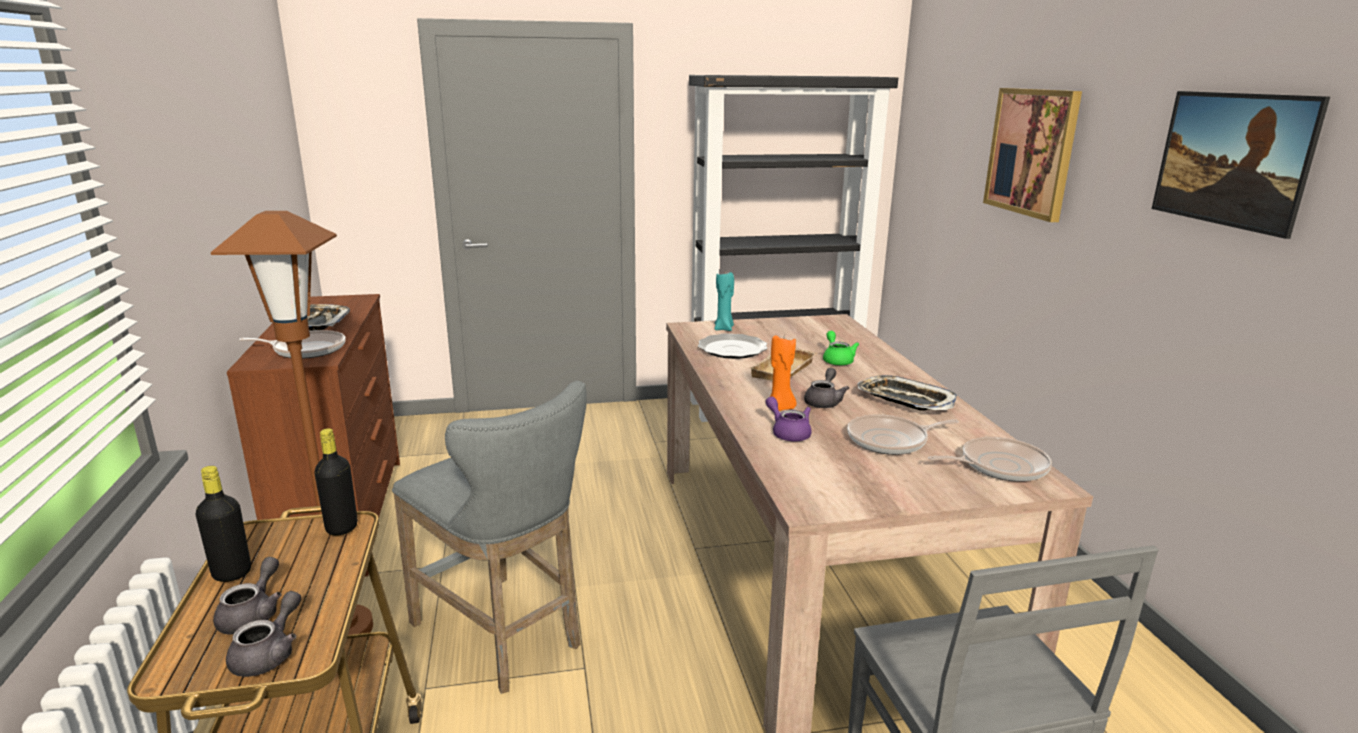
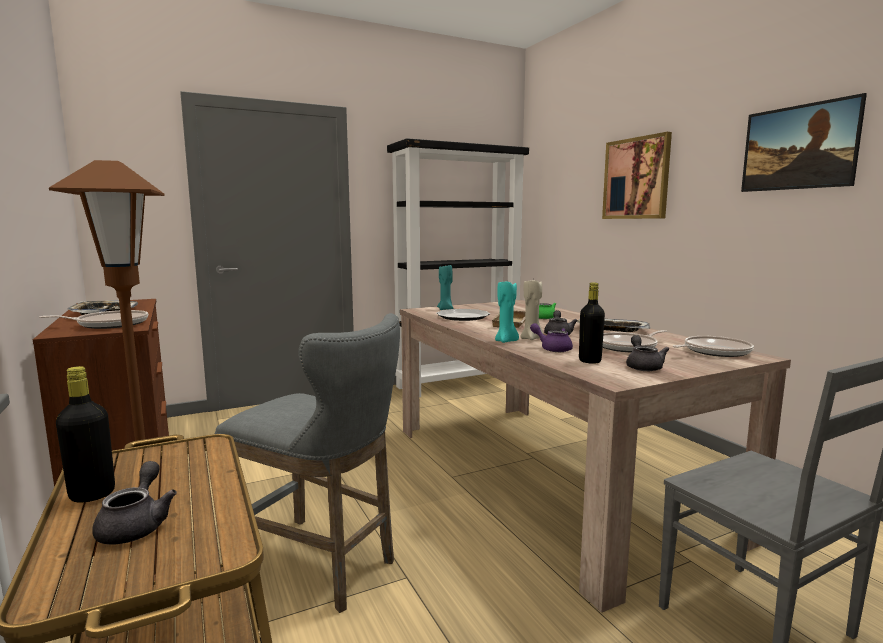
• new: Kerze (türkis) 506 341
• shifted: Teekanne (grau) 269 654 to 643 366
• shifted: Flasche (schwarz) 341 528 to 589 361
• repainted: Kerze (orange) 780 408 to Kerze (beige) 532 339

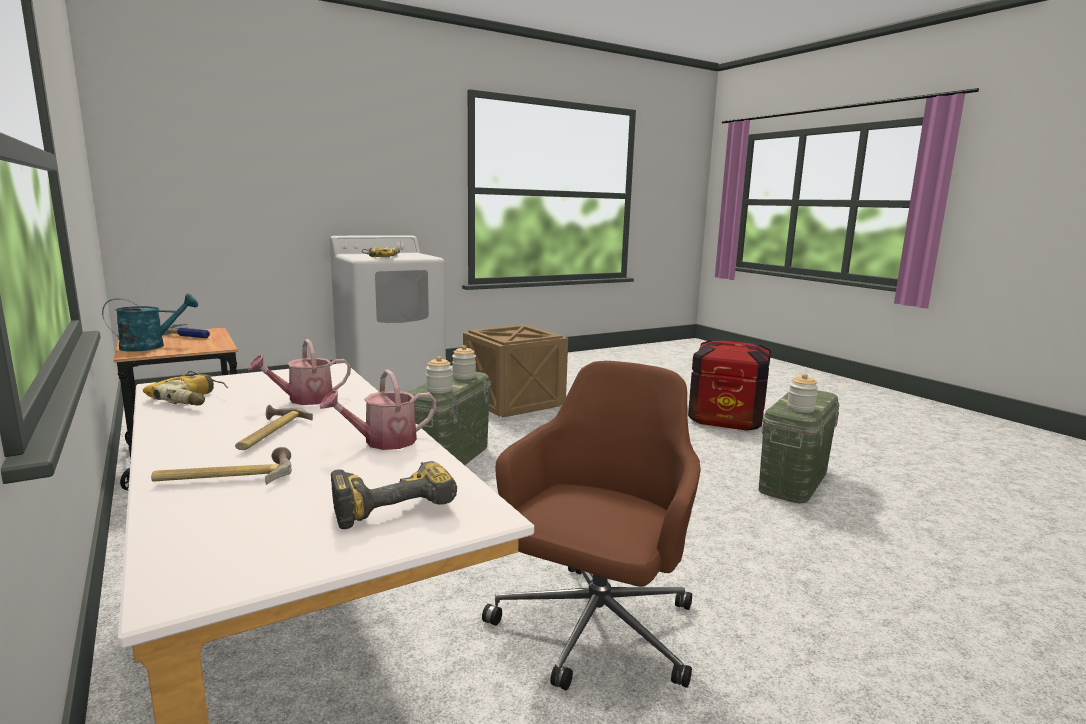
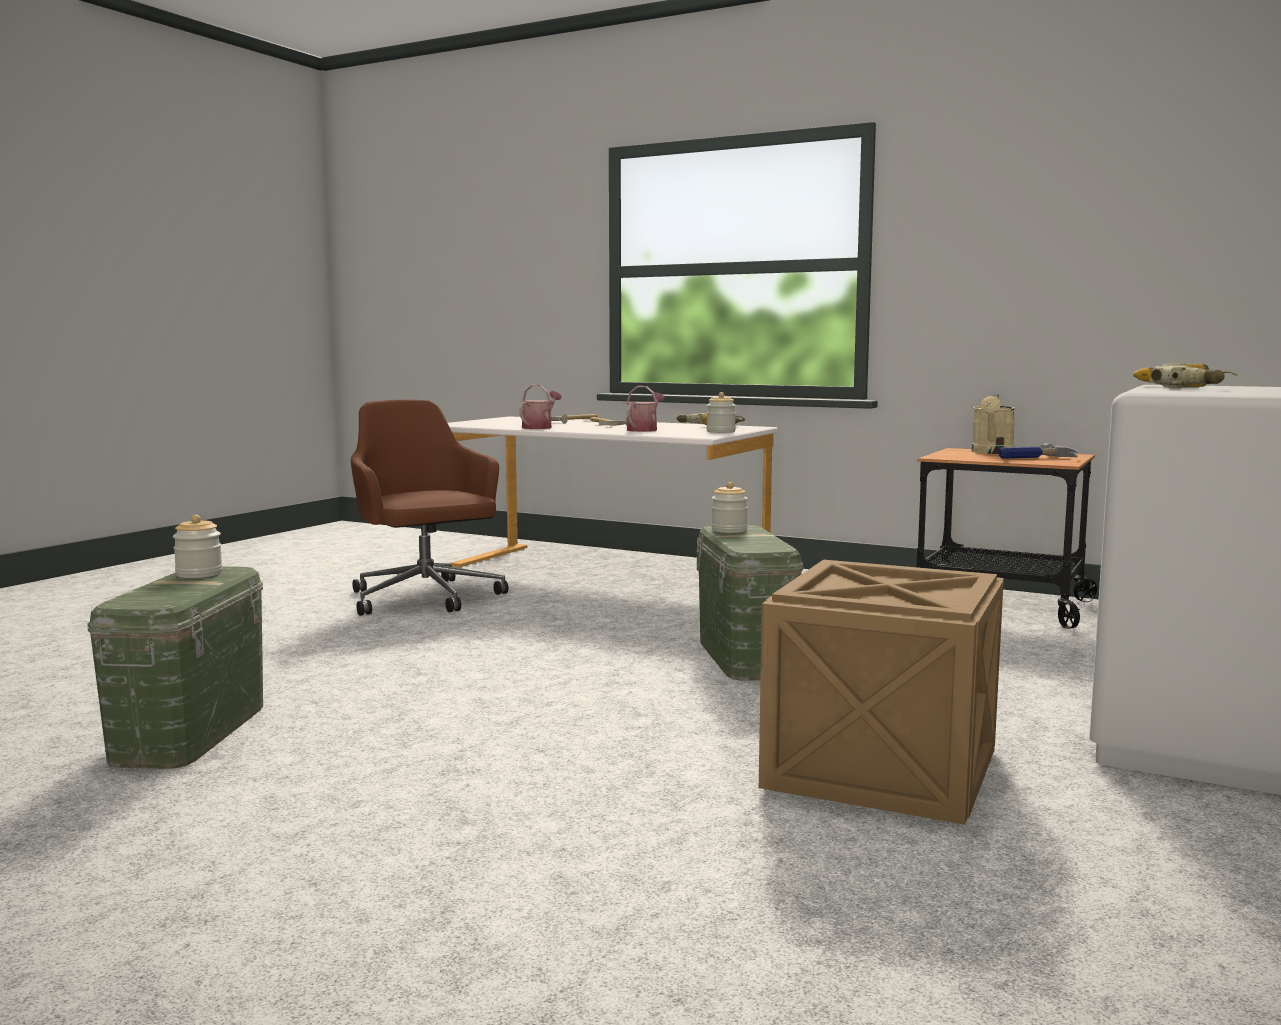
• gone: Bohrmaschine 392 503
• gone: Kiste 726 418
• shifted: Vorratsglas 464 376 to 720 432
• repainted: Gießkanne (türkis) 151 346 to Gießkanne (beige) 992 452
• rotated: Bürostuhl (braun) 594 630 = 425 598 150 degrees clockwise

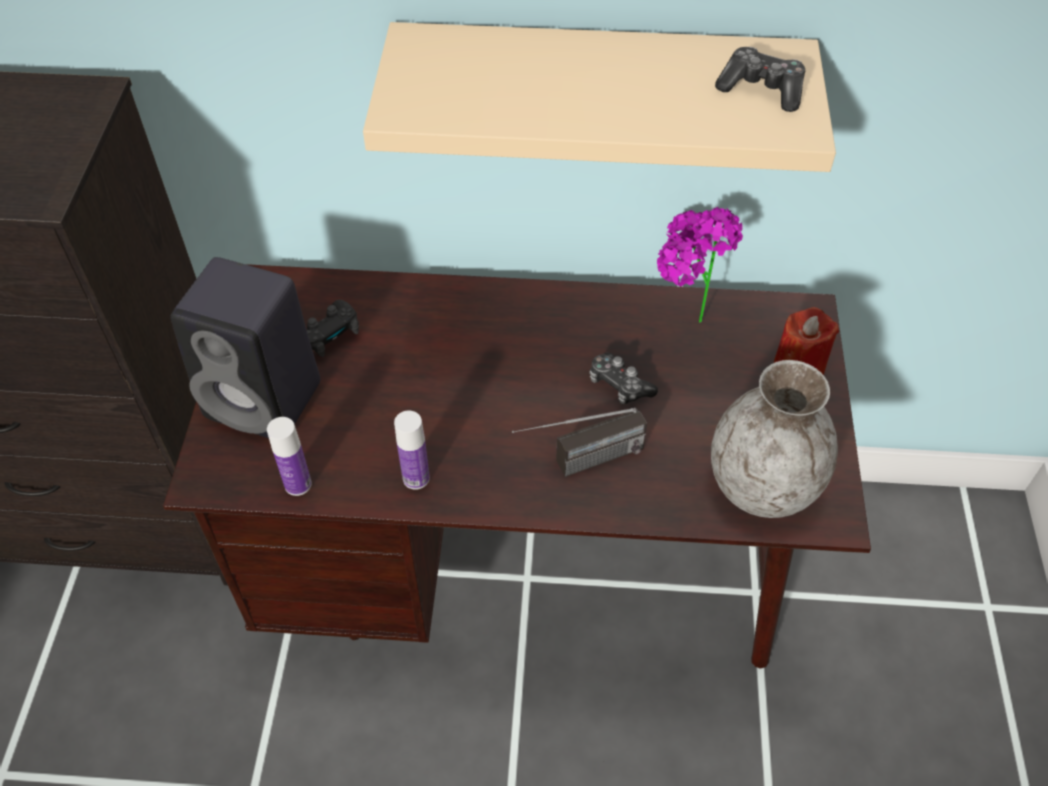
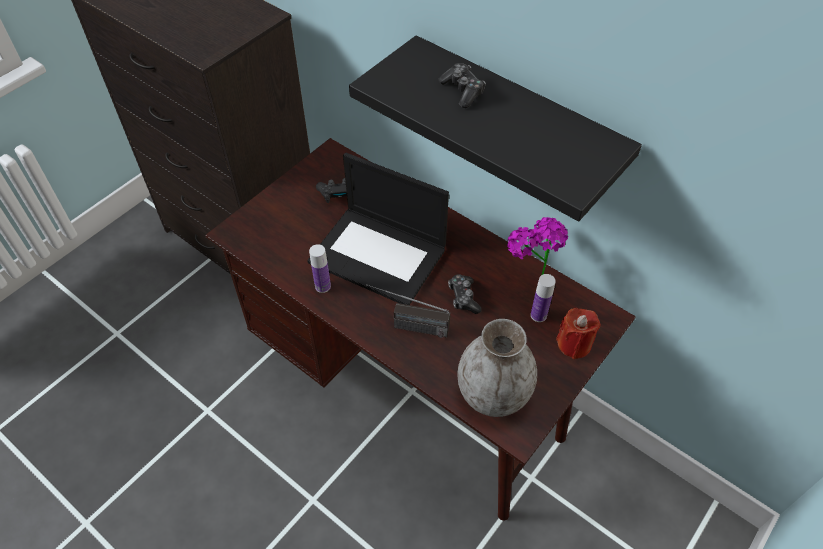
• gone: Lautsprecher (schwarz) 267 400
• new: Laptop 379 255
• shifted: Flasche 298 484 to 538 315
• shifted: Gamepad 761 89 to 463 91
• repainted: Wandregal (beige) 598 88 to Wandregal (schwarz) 516 119

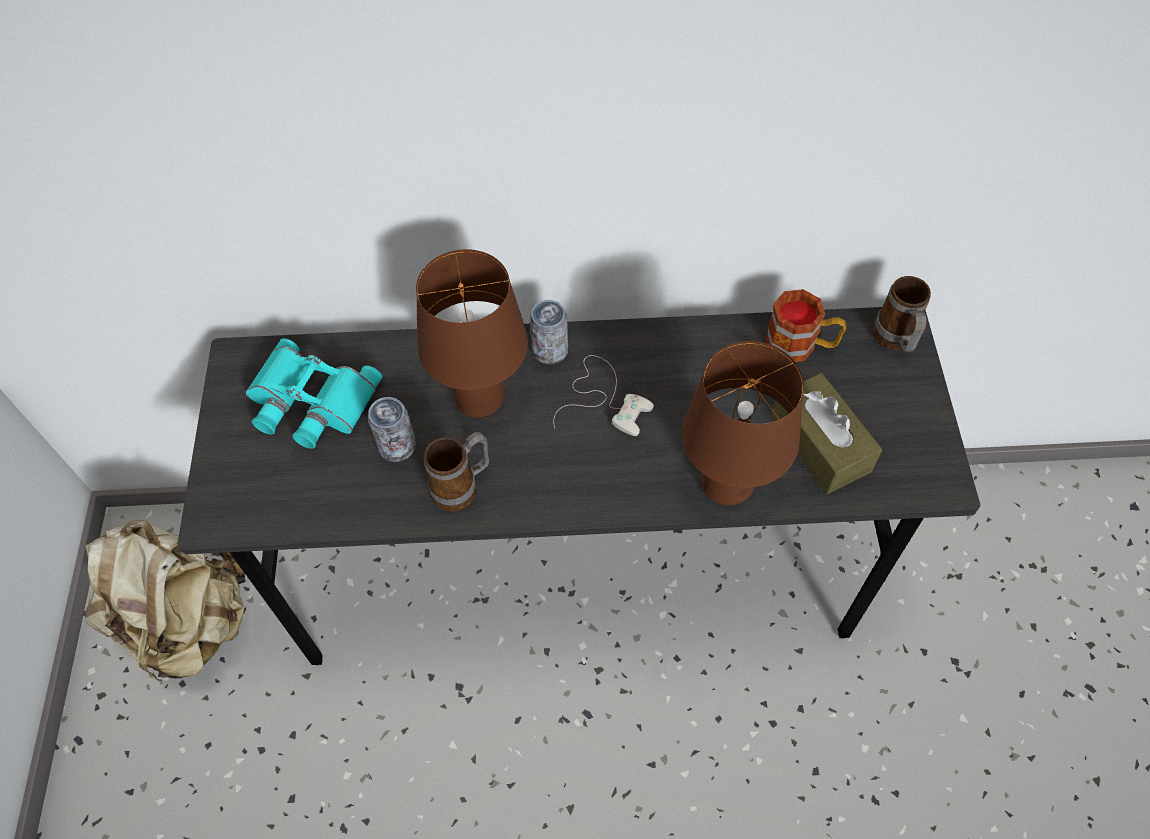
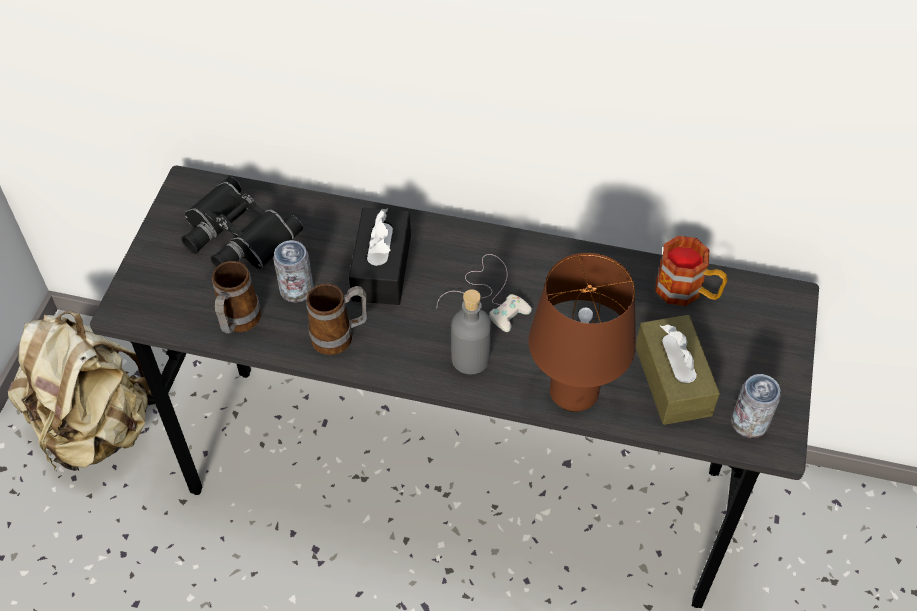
• new: Flasche (grau) 470 358
• shifted: Dose 550 351 to 749 423
• shifted: Henkelbecher 895 342 to 237 324
• swapped: Tischlampe (braun) 480 399 to Taschentuchbox (schwarz) 382 268
• repainted: Fernglas (türkis) 309 402 to Fernglas (schwarz) 235 236

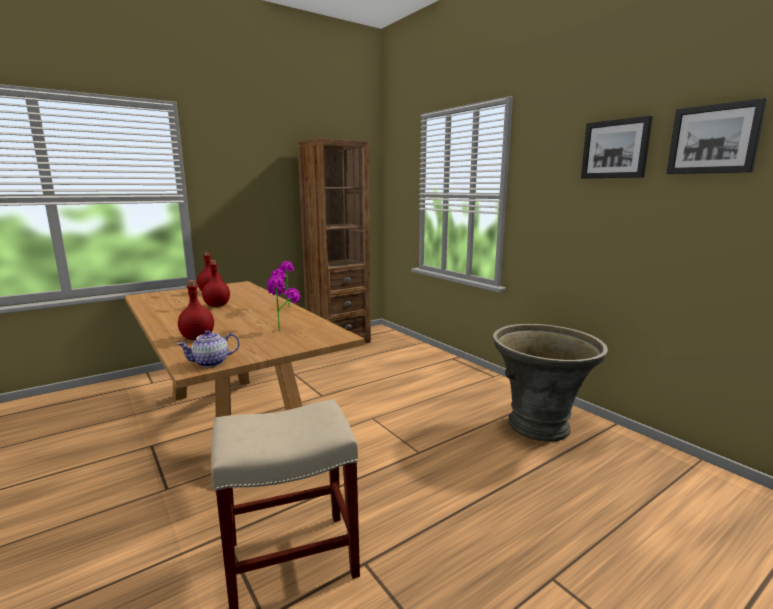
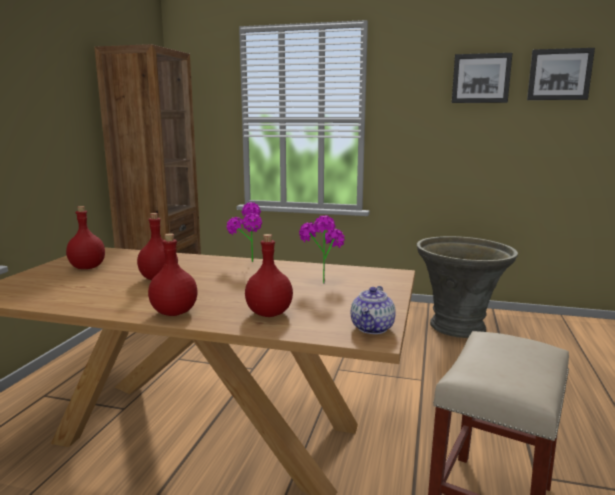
• new: Flasche (rot) 174 313

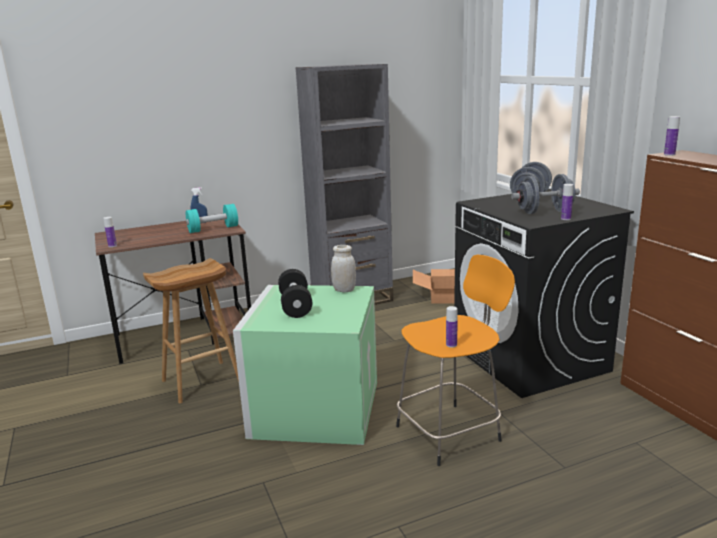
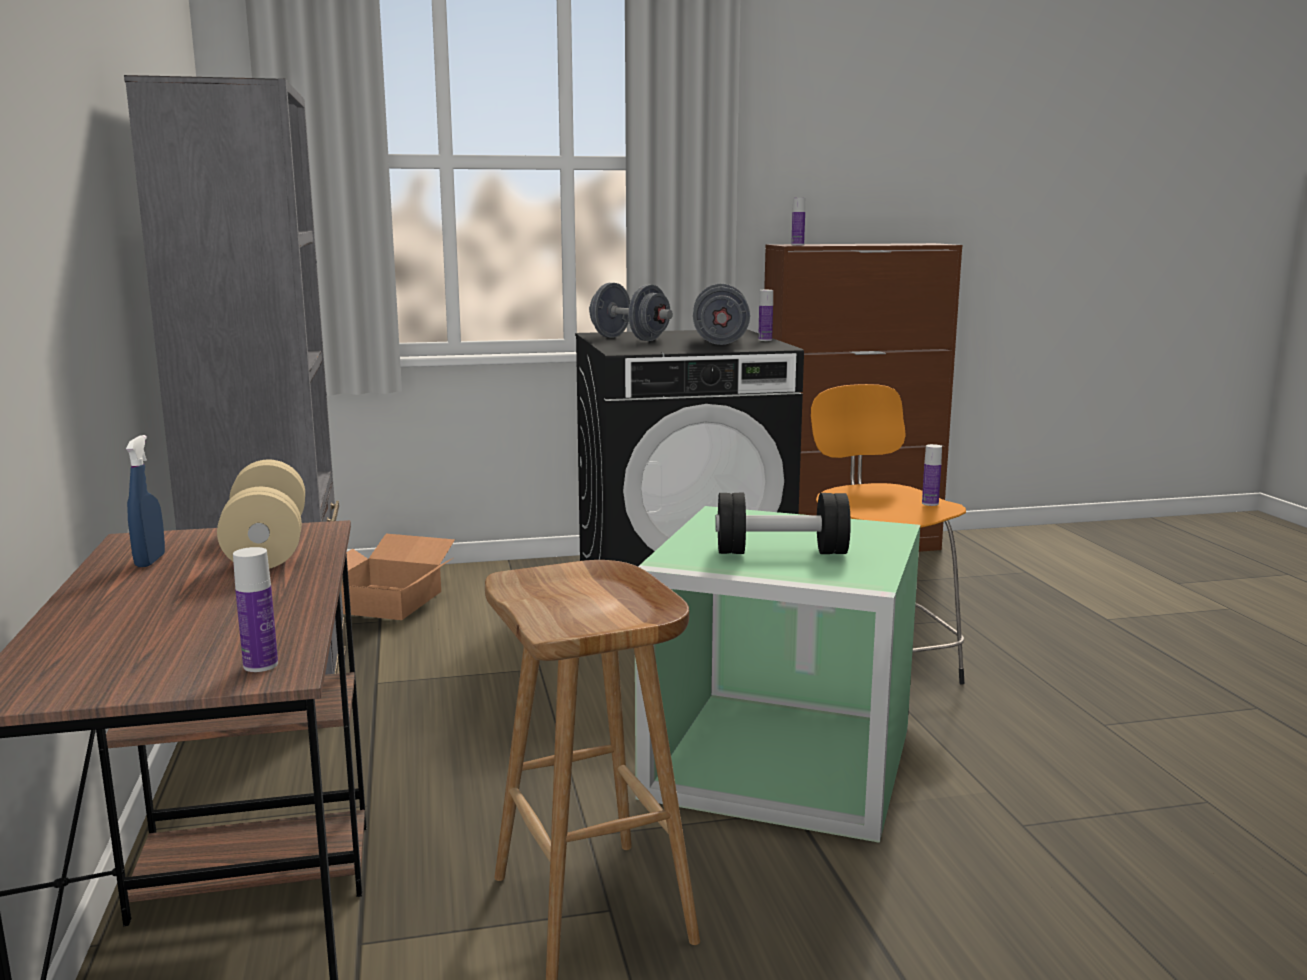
• gone: Vorratsglas (weiß) 344 290
• repainted: Hantel (türkis) 213 229 to Hantel (beige) 267 546

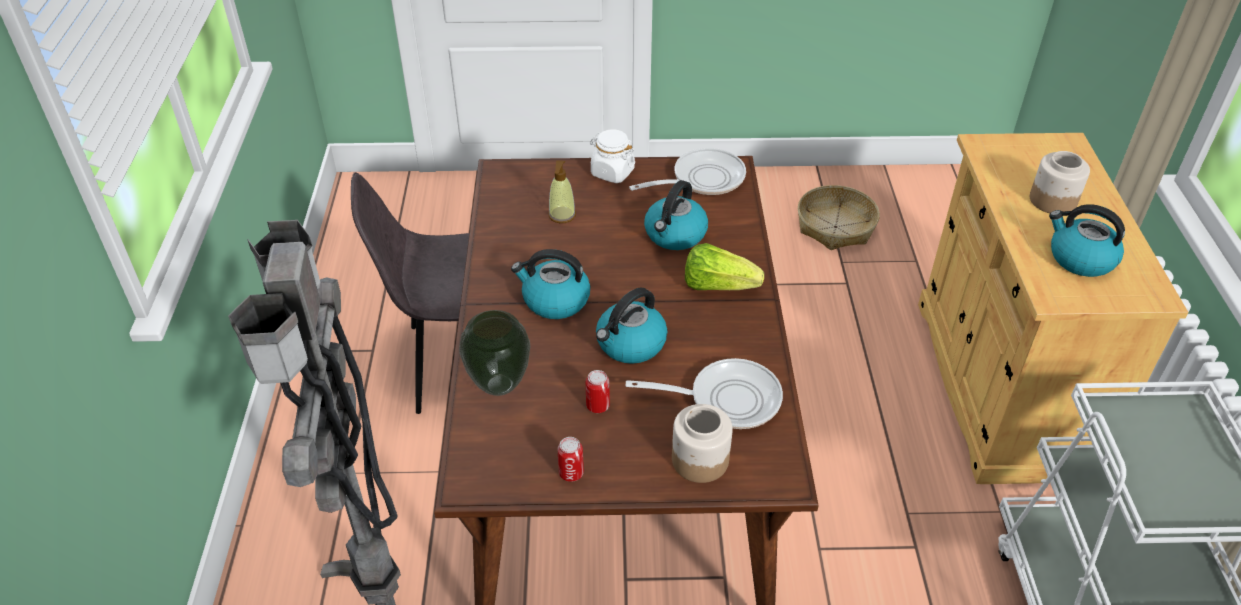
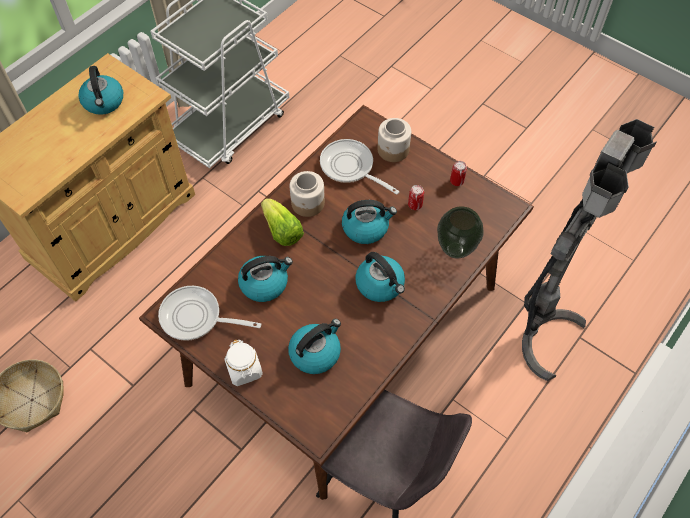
• shifted: Vorratsglas 1052 200 to 308 203
• swapped: Seifenspender 562 215 to Wasserkessel 315 352

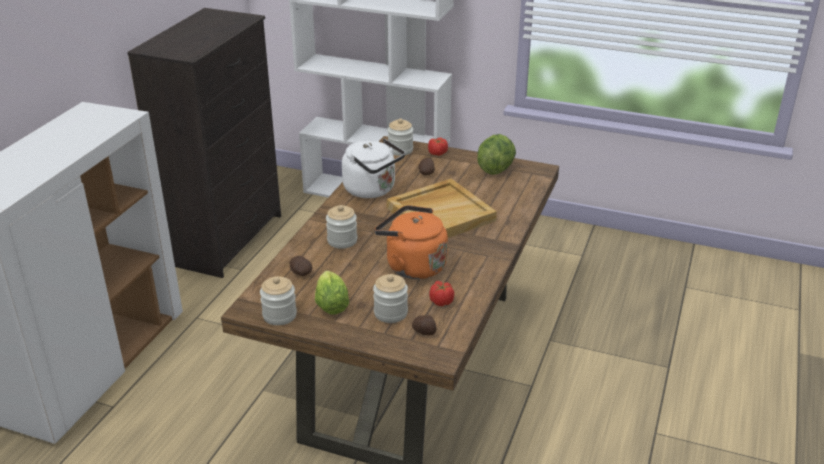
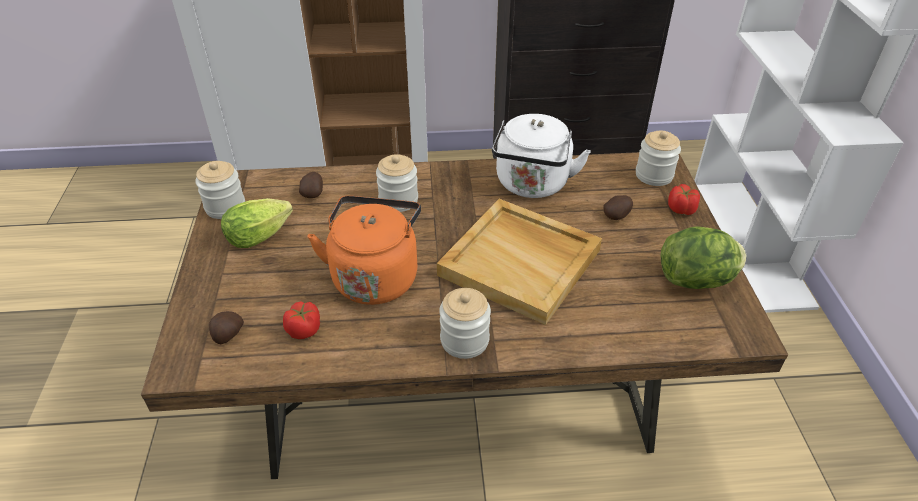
• shifted: Vorratsglas 390 313 to 464 340

